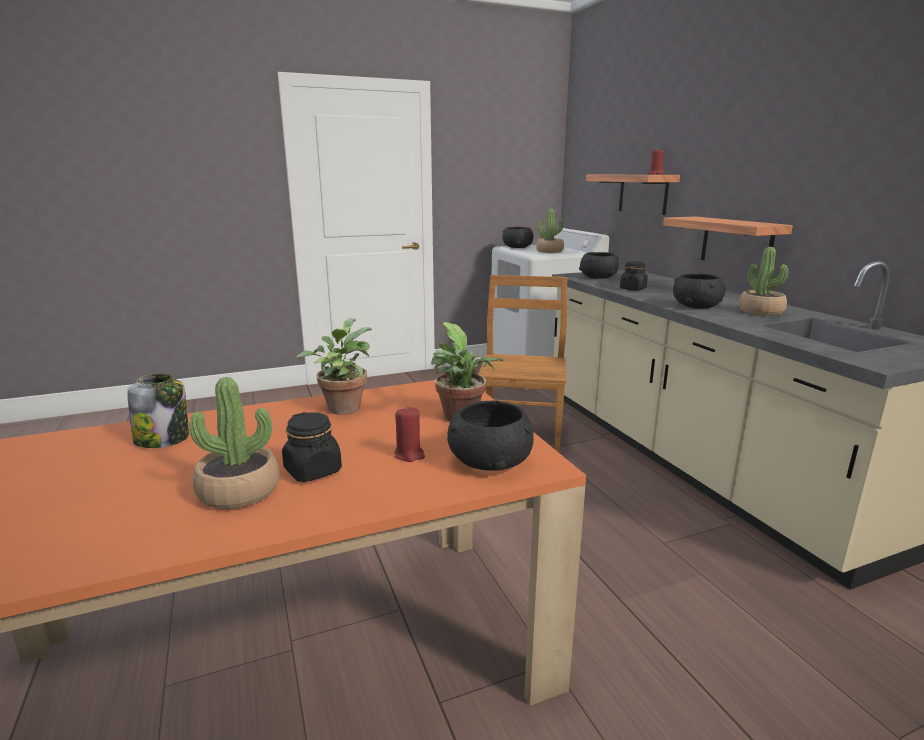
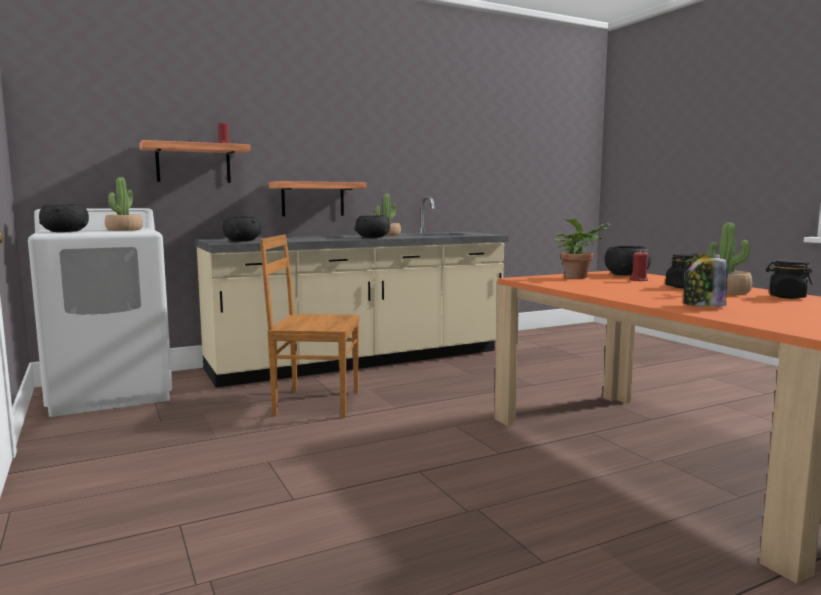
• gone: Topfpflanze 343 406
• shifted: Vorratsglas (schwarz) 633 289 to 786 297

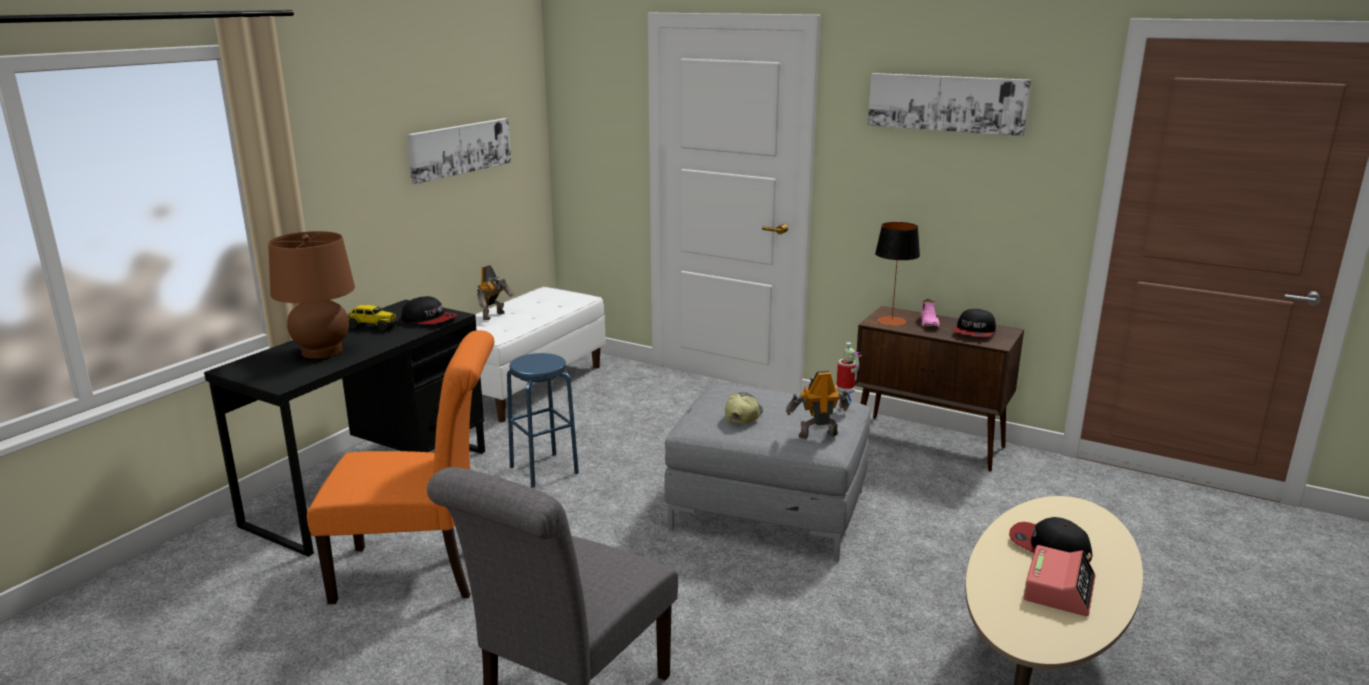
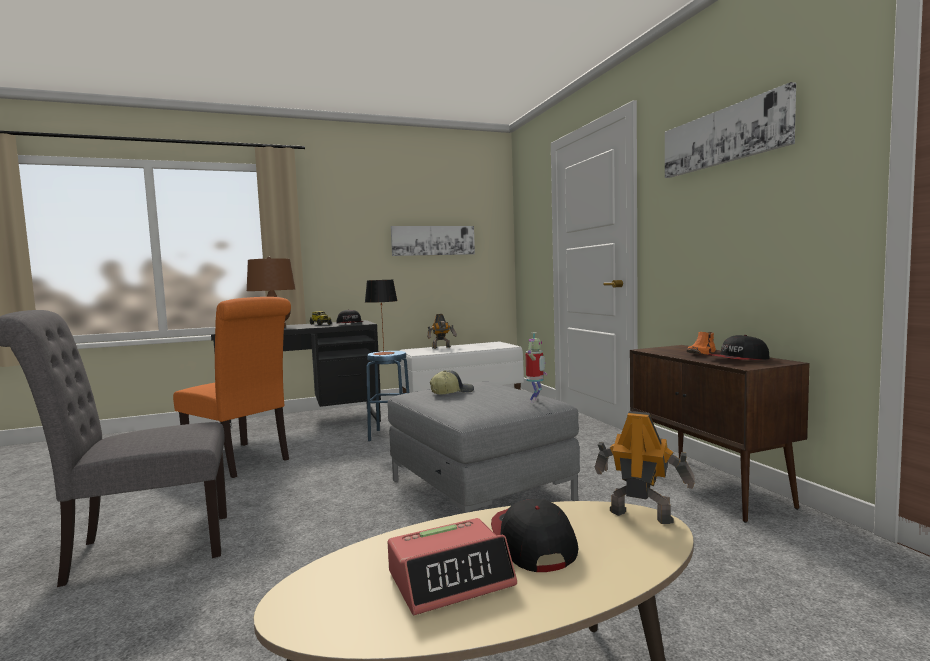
• shifted: Spielzeugroboter 817 434 to 640 515
• shifted: Tischlampe 891 321 to 383 353
• repainted: Schuh (rosa) 929 323 to Schuh (orange) 702 353

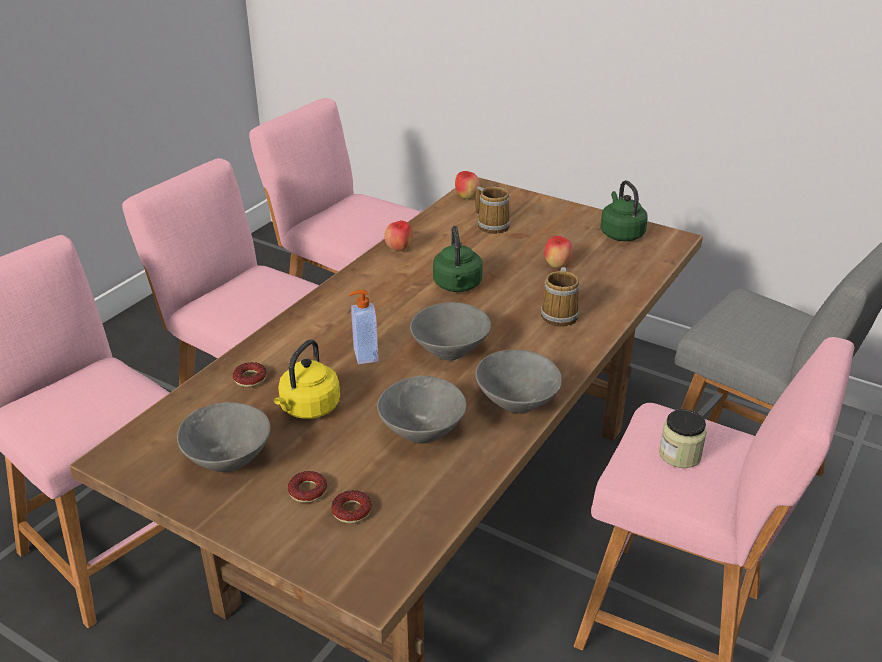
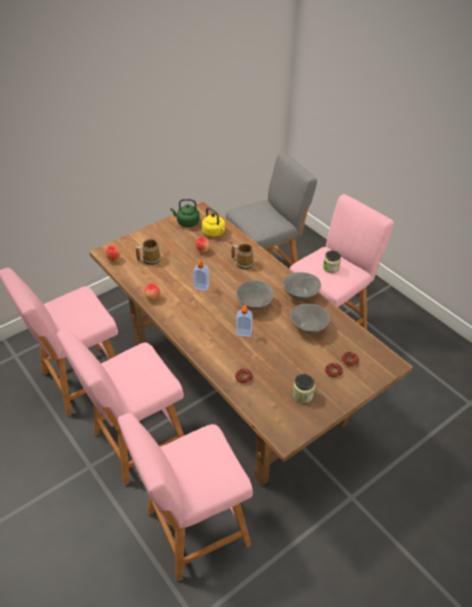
• shifted: Wasserkessel (gelb) 308 409 to 214 233
• swapped: Schüssel (grau) 228 459 to Vorratsglas 302 395
• swapped: Wasserkessel (grün) 457 286 to Seifenspender 201 287

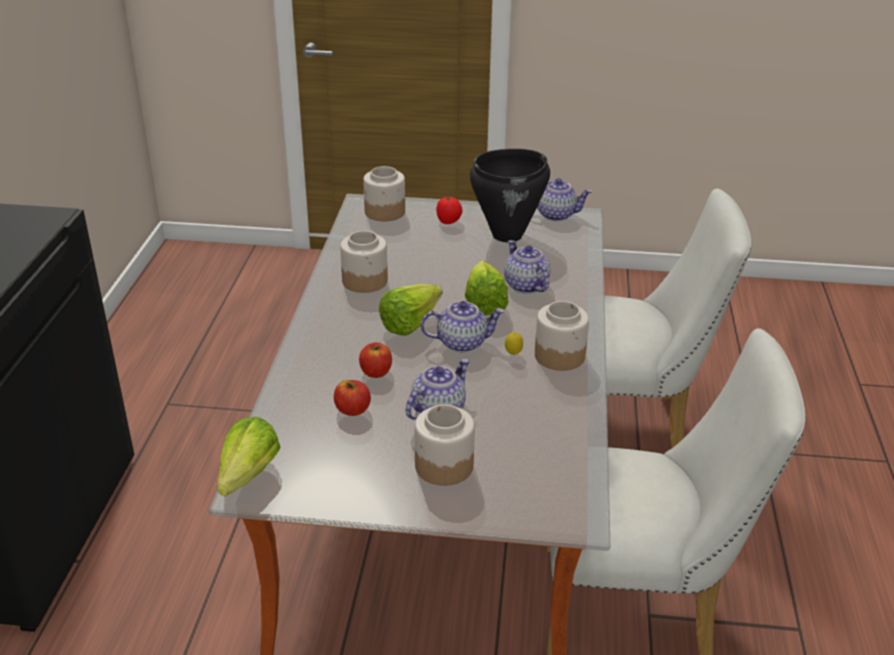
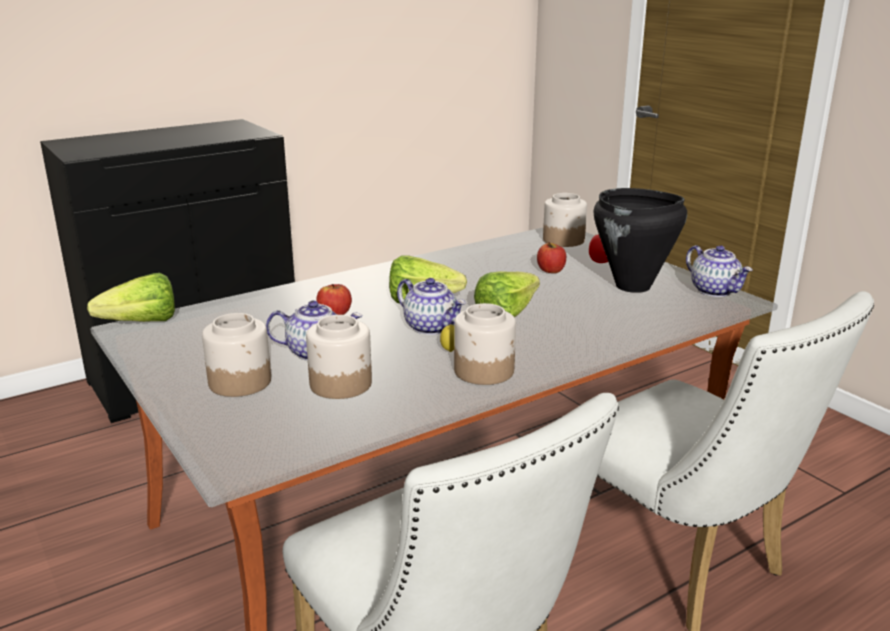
• gone: Teekanne 525 285
• shifted: Apfel 352 410 to 551 270
• shifted: Vorratsglas 365 281 to 341 384

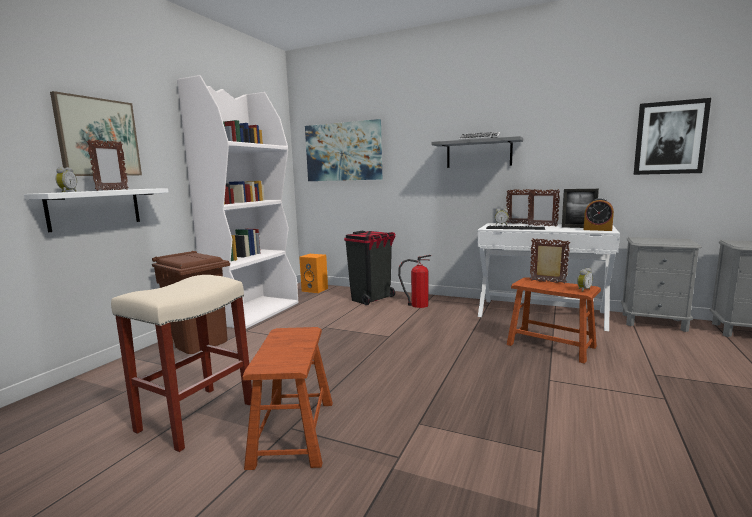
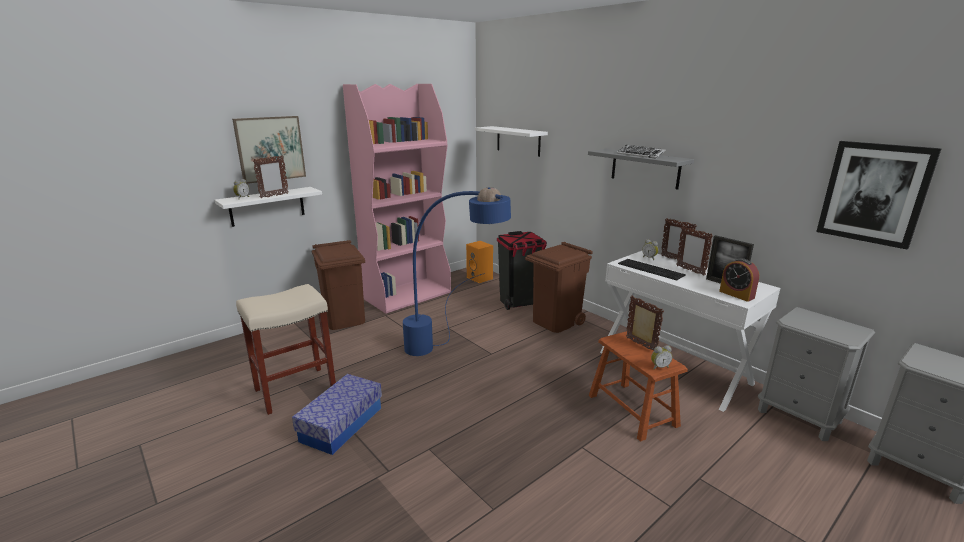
• new: Stehlampe (blau) 452 357
• swapped: Hocker (braun) 294 432 to Aufbewahrungsbox 341 424
• swapped: Bild 343 152 to Wandregal (weiß) 518 141
• swapped: Feuerlöscher 418 305 to Mülleimer (braun) 556 322
• repainted: Bücherregal (weiß) 254 312 to Bücherregal (rosa) 408 295

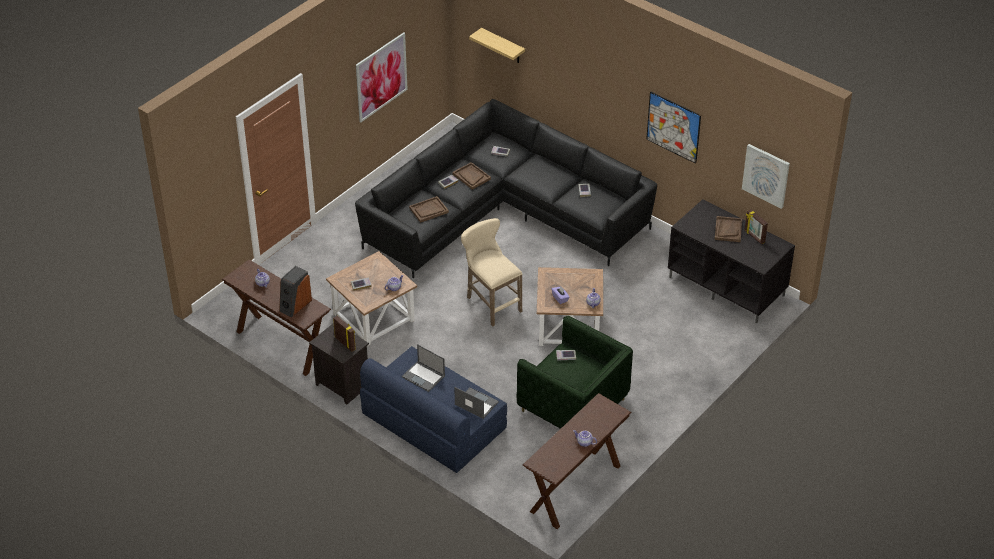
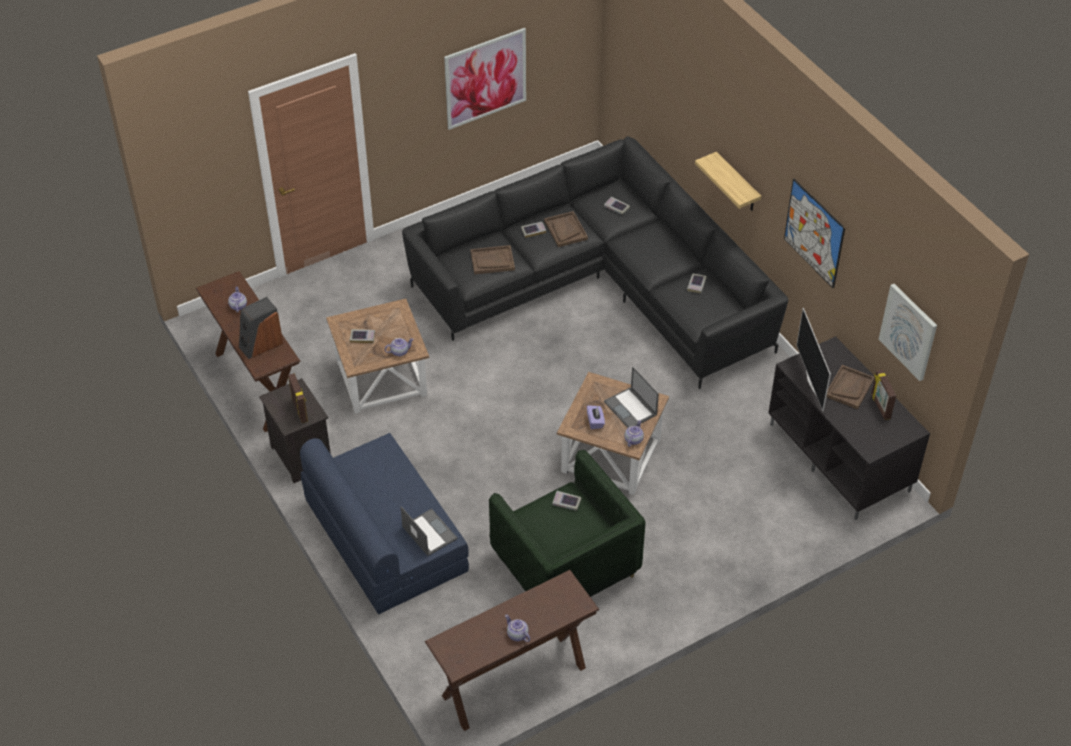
• gone: Hocker (beige) 491 303
• new: Fernseher 812 382
• shifted: Laptop 424 376 to 631 408
• shifted: Wandregal 503 46 to 737 184

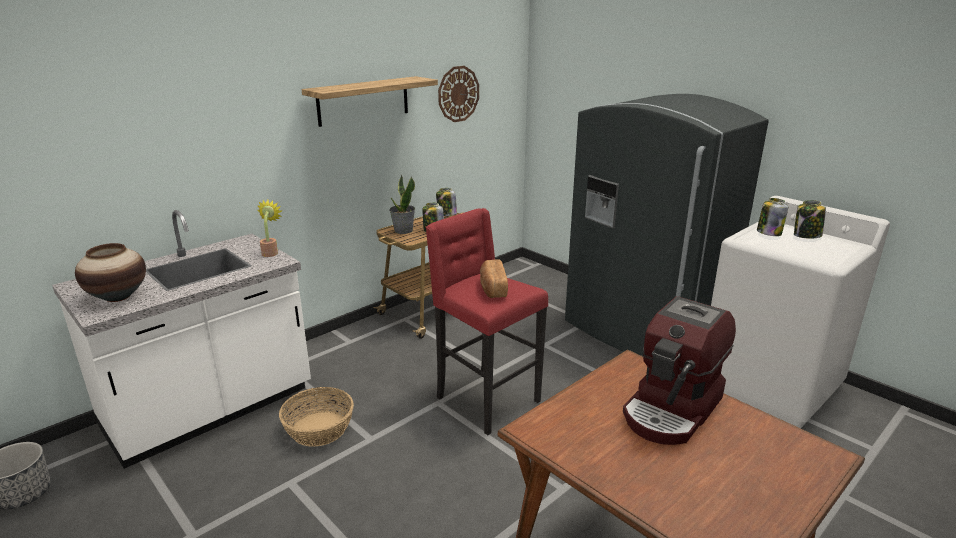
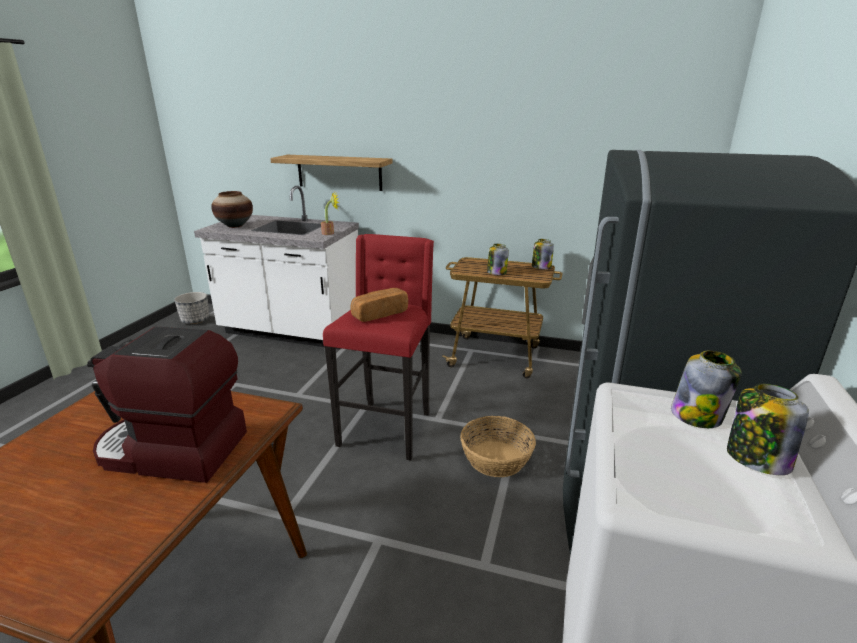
• gone: Topfpflanze 403 230
• gone: Wanduhr 458 94
• shifted: Korb 319 428 to 496 458
• shifted: Wandregal 363 101 to 339 172

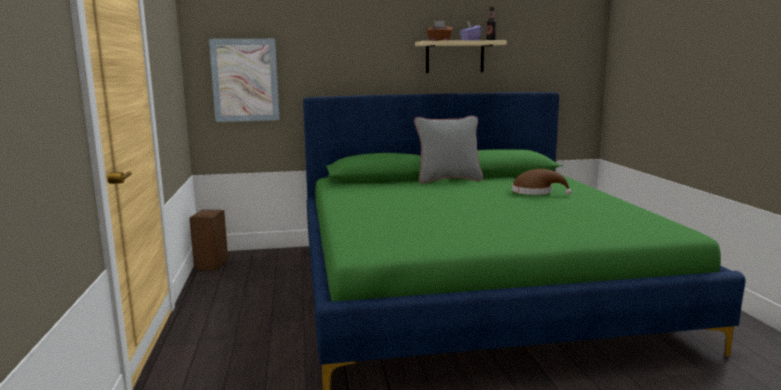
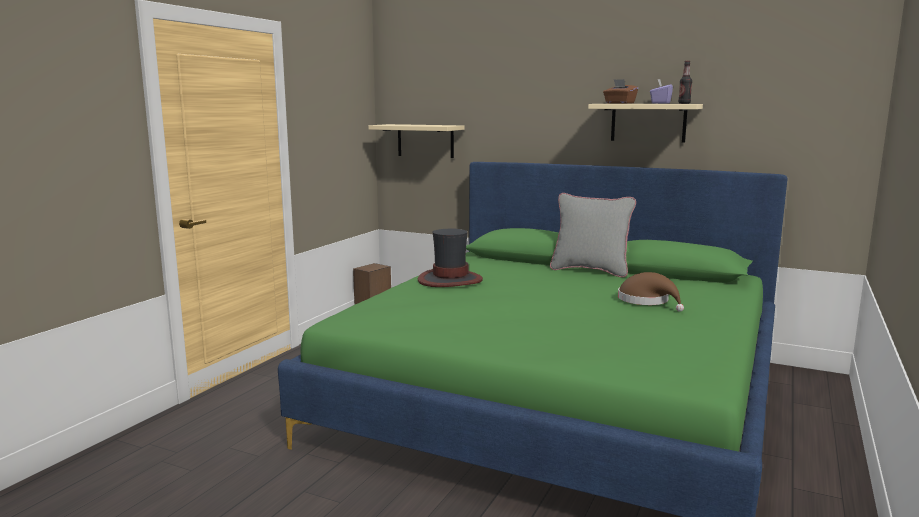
• new: Hut 449 280
• swapped: Bild 245 80 to Wandregal (beige) 425 140

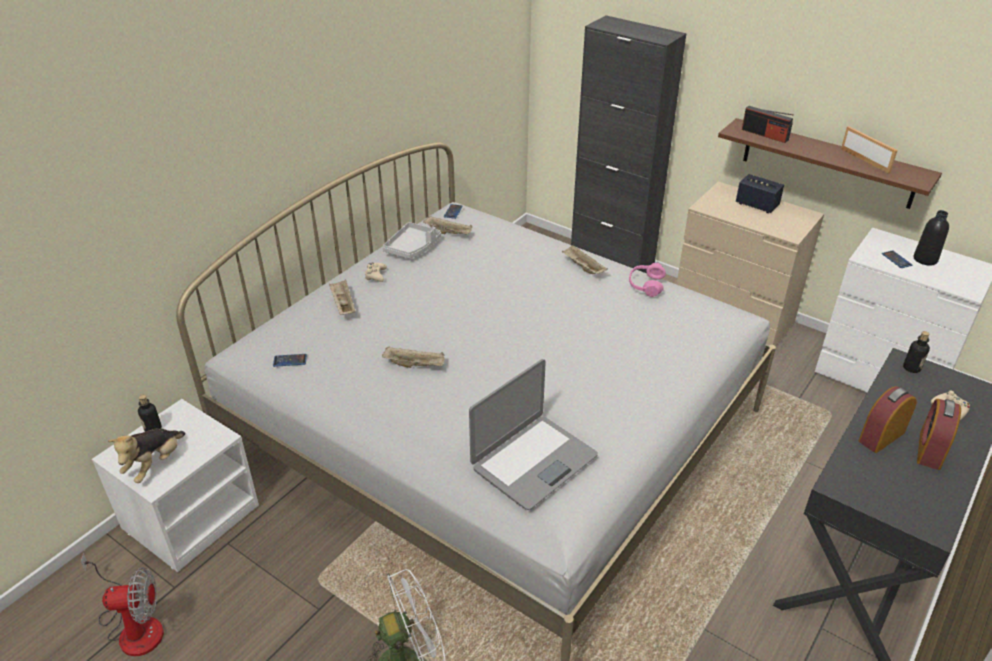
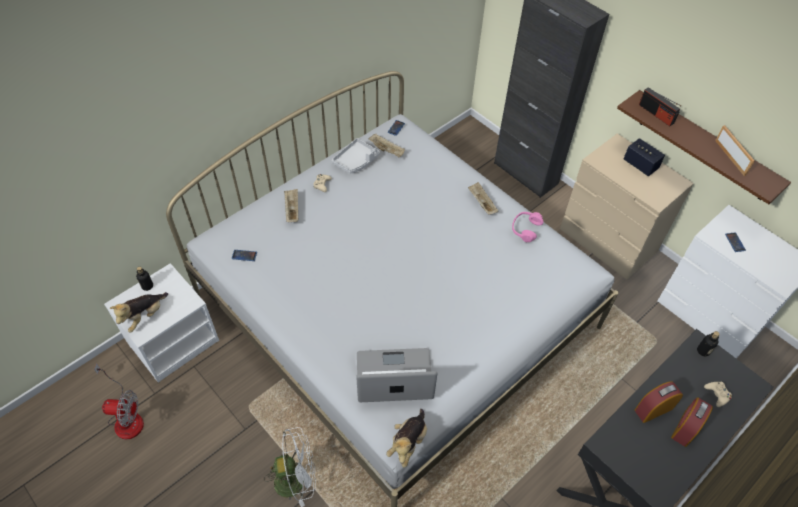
• gone: Tablett (beige) 415 365
• gone: Flasche (schwarz) 925 259
• new: Plüschtier 408 443
• rotated: Laptop 533 461 = 394 377 150 degrees counterclockwise

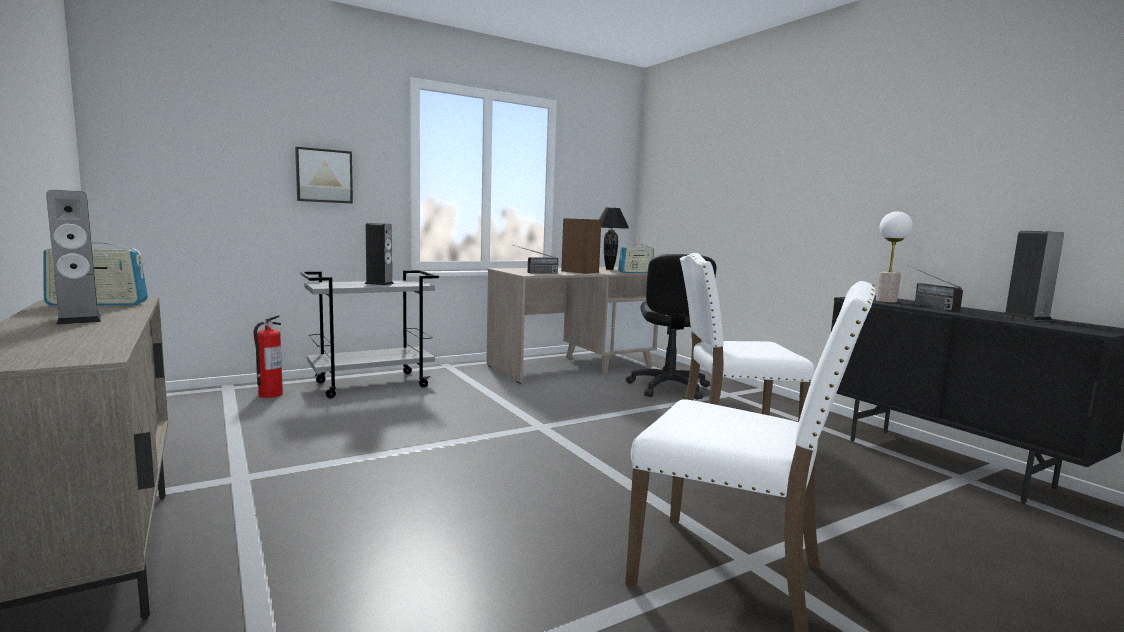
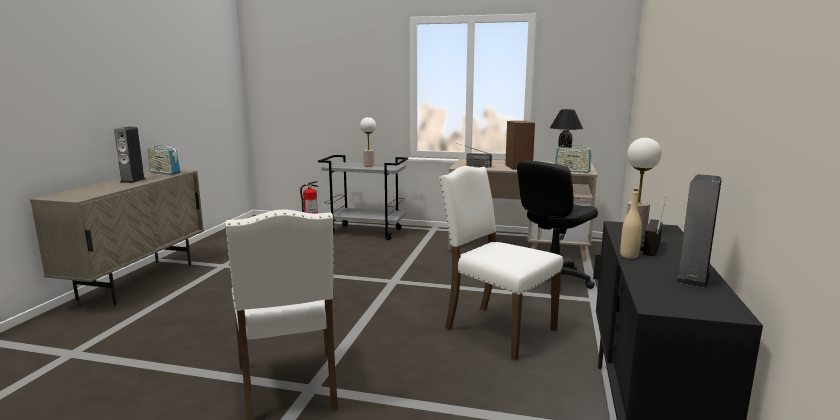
• gone: Bild 324 176
• new: Flasche (beige) 629 256
• swapped: Lautsprecher 379 283 to Tischlampe 369 166

